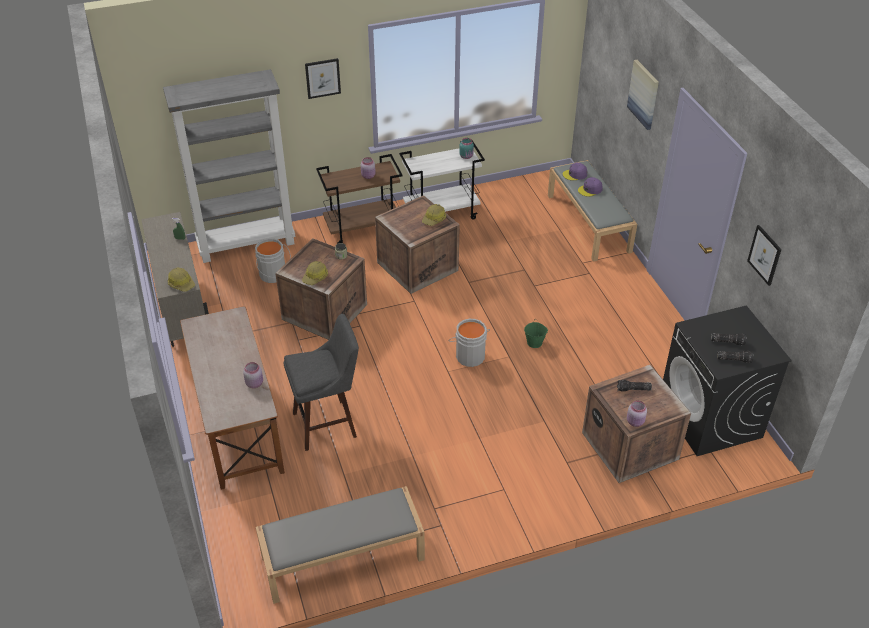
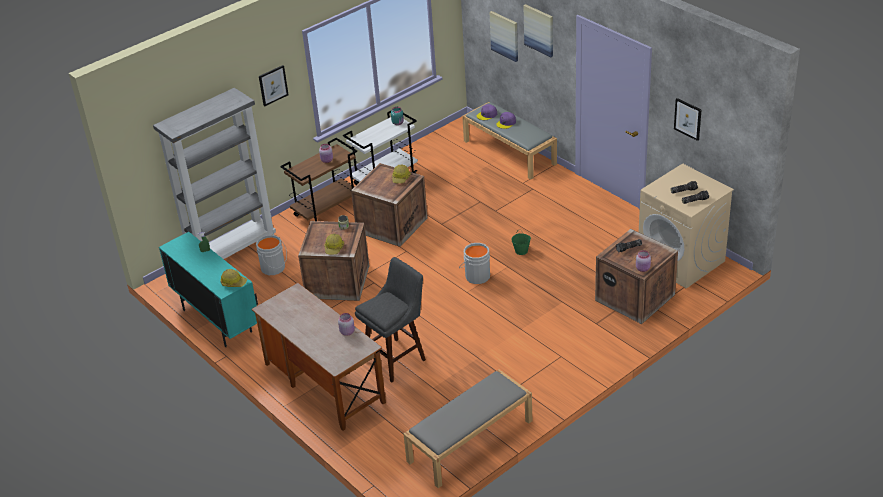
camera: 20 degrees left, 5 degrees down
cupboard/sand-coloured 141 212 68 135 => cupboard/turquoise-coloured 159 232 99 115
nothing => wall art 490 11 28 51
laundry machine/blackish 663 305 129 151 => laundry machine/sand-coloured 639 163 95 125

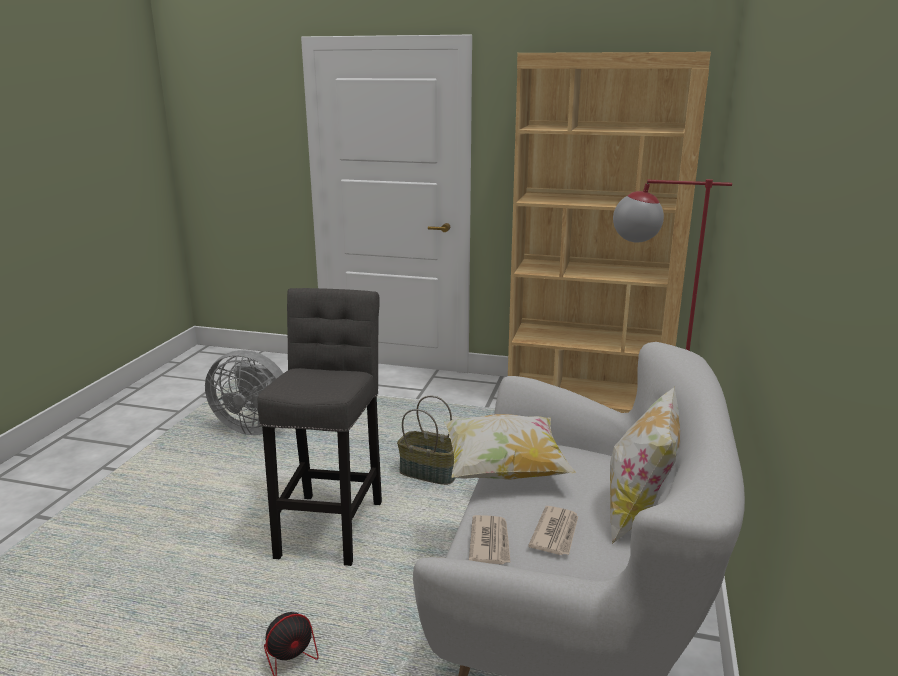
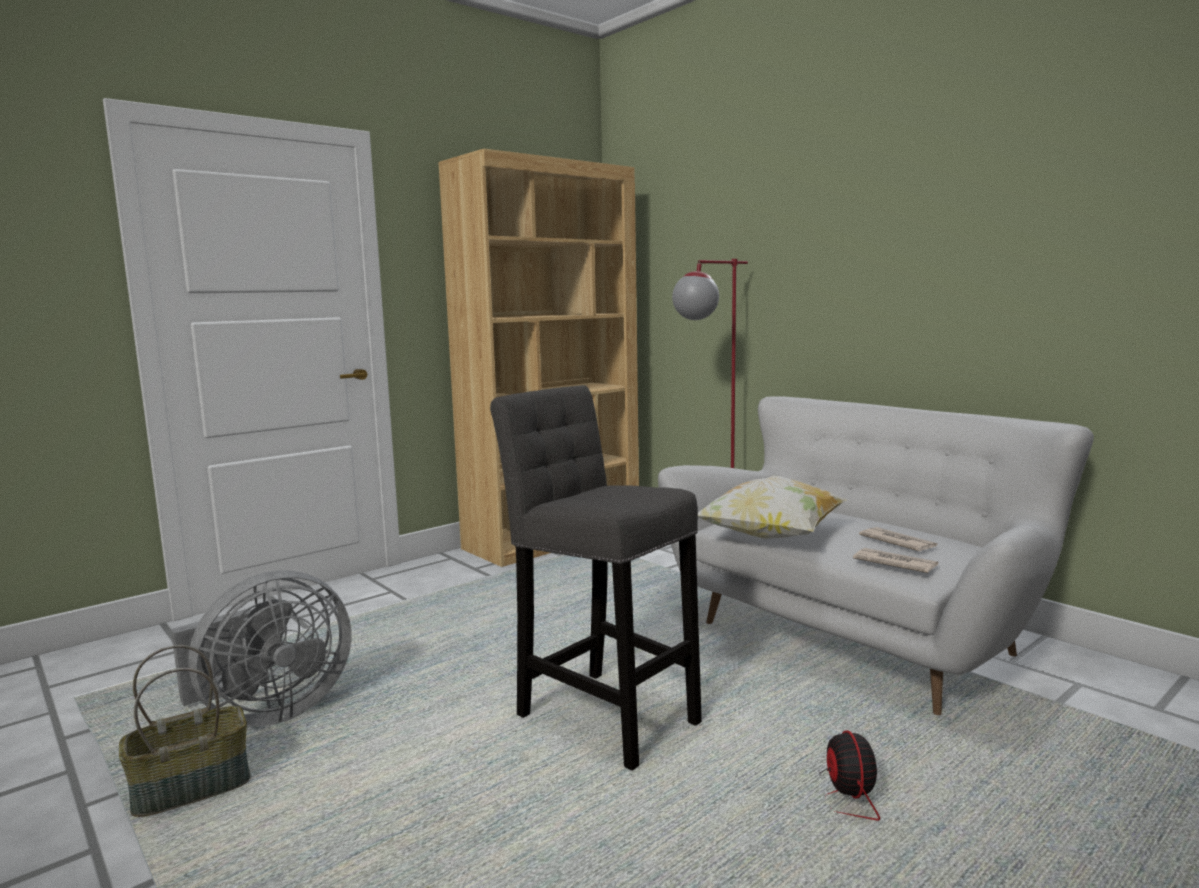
camera: 55 degrees left, 10 degrees down
storage basket 397 395 59 90 => storage basket 119 645 132 172, shifted
throw pillow 610 387 70 157 => nothing

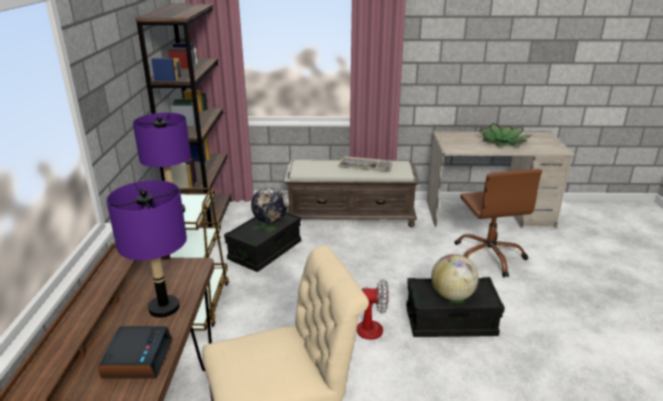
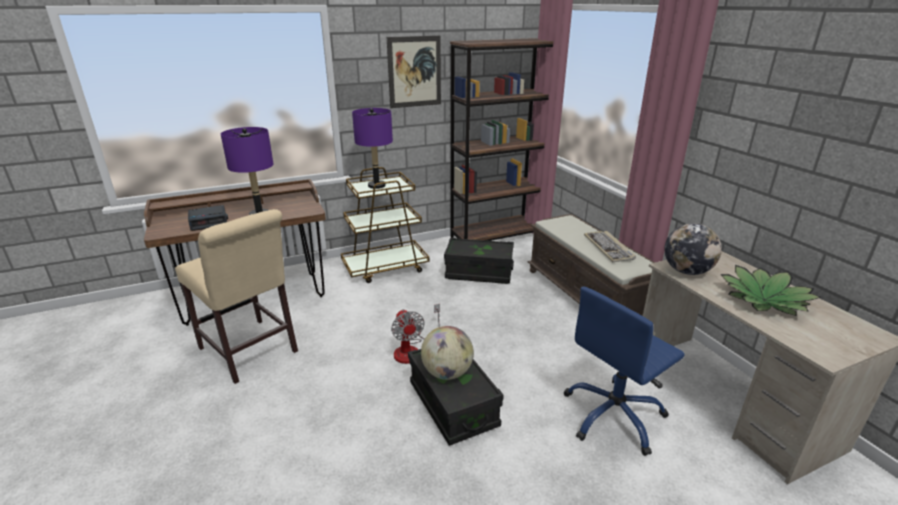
camera: 65 degrees right, 0 degrees up
nothing => wall art 387 36 54 72
office chair/brownish 454 169 88 108 => office chair/bluish 563 286 122 170
globe 251 187 37 36 => globe 665 223 57 52, shifted

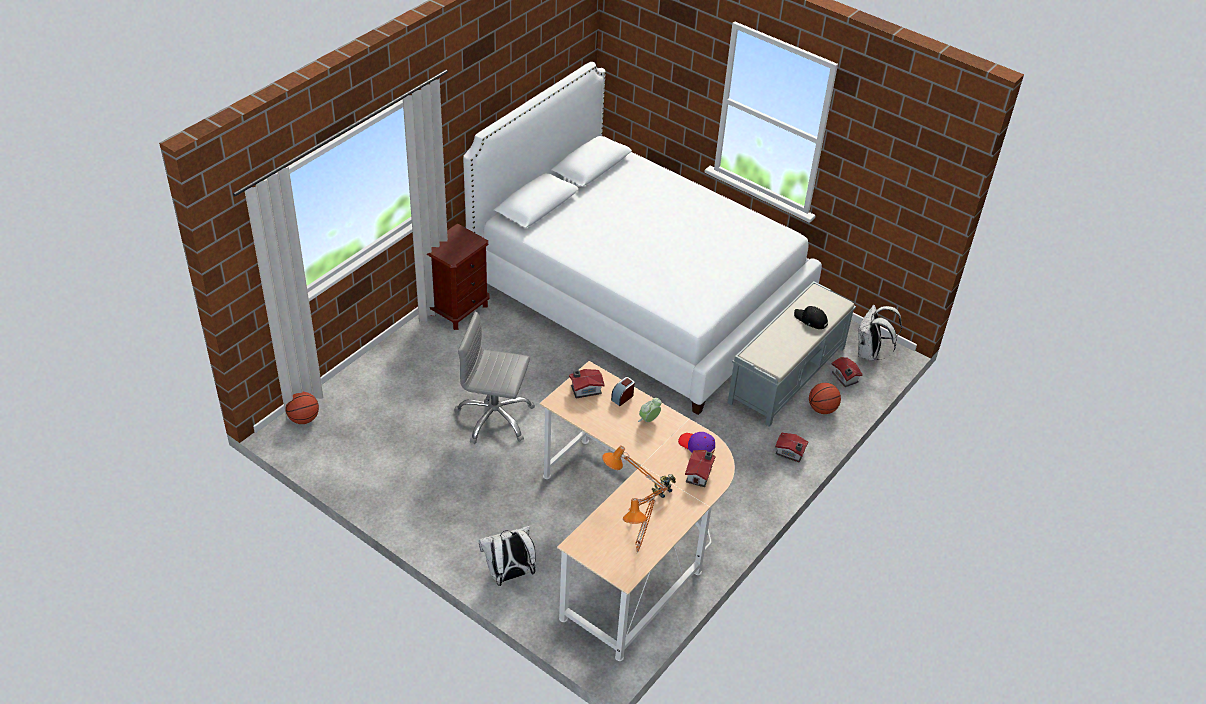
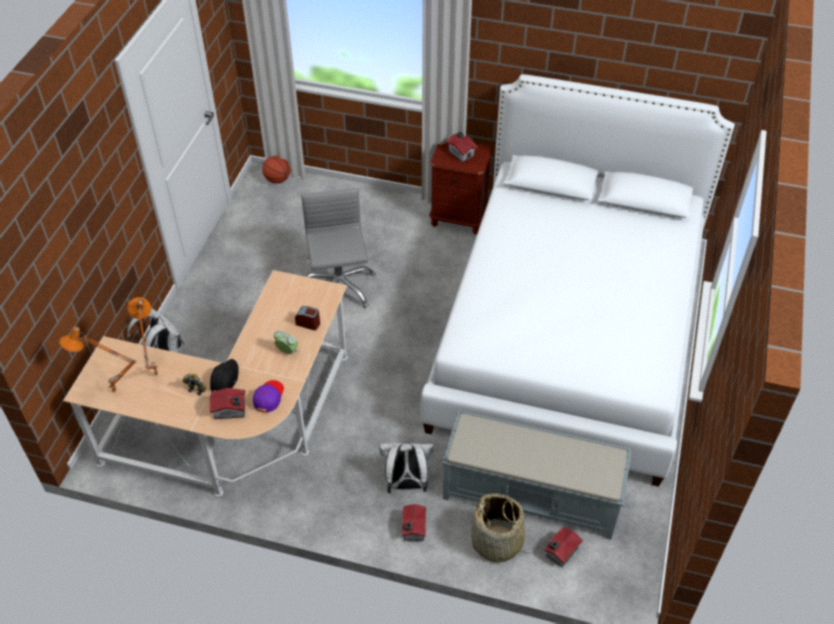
camera: 70 degrees right, 5 degrees up
baseball cap/blackish 794 306 34 23 => baseball cap/blackish 210 359 29 33, shifted
knapsack/whitish 857 305 45 56 => knapsack/whitish 379 442 54 52, shifted
toy house 569 369 35 29 => toy house 446 131 32 32, shifted
basketball 809 383 32 31 => storage basket 470 493 59 69

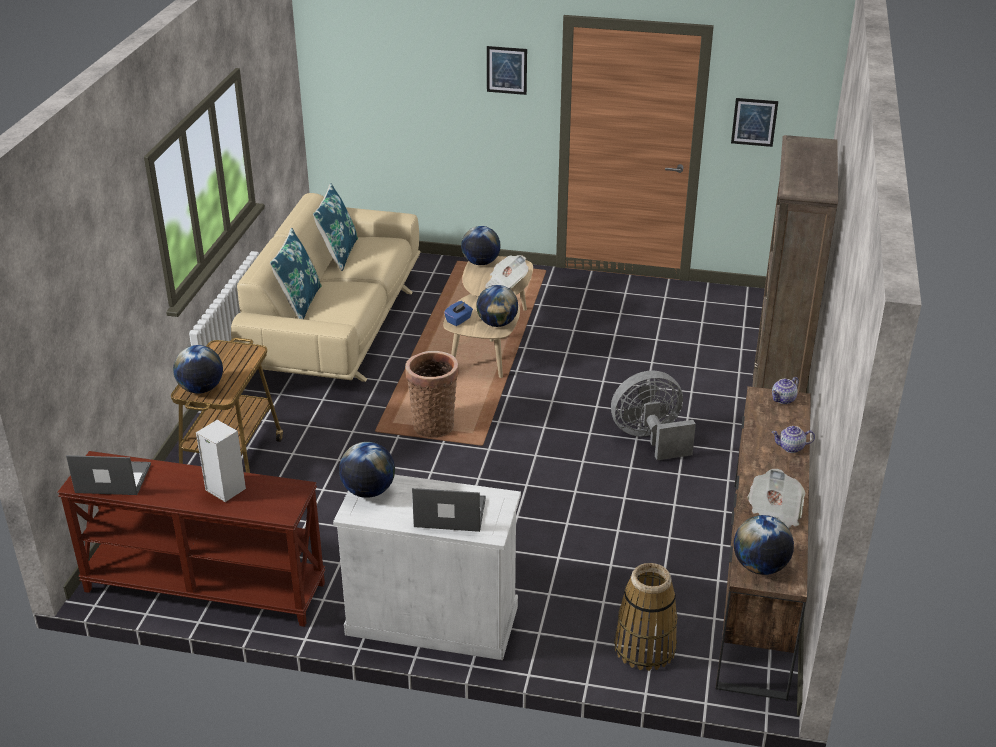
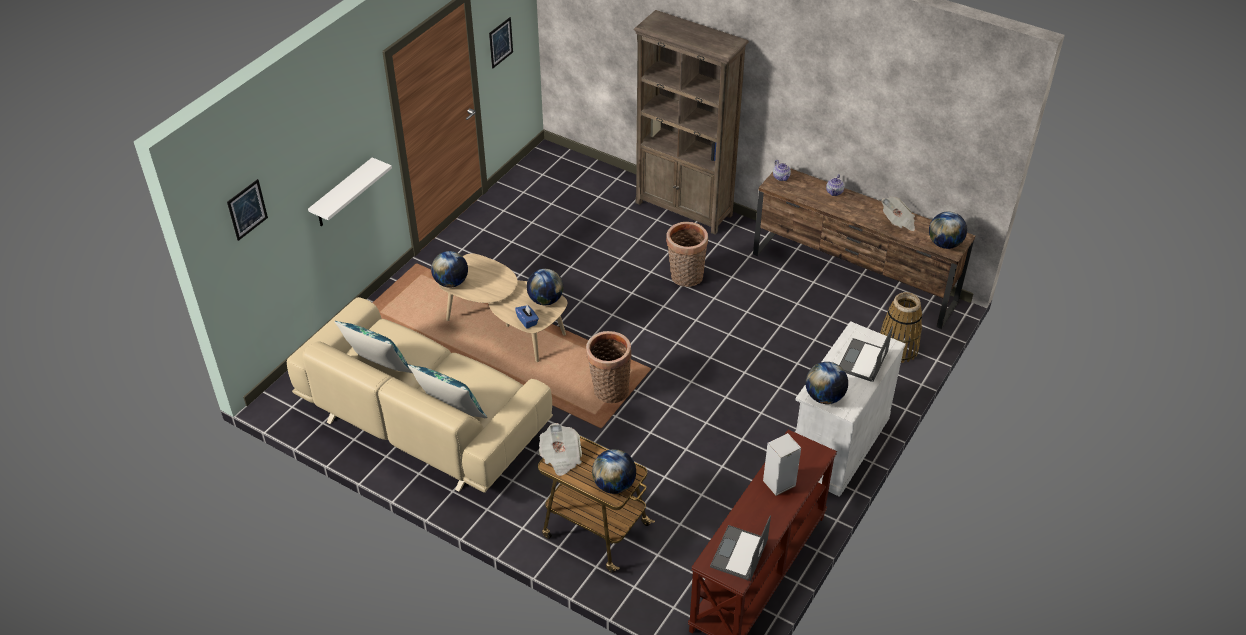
camera: 70 degrees left, 10 degrees up
wall art 487 46 40 49 => wall art 227 179 41 62, shifted
nothing => wall shelf/whitish 308 157 84 69
printed paper 485 255 44 34 => printed paper 539 423 43 53, shifted
fan/greyish 611 370 85 90 => storage basket 666 222 42 65

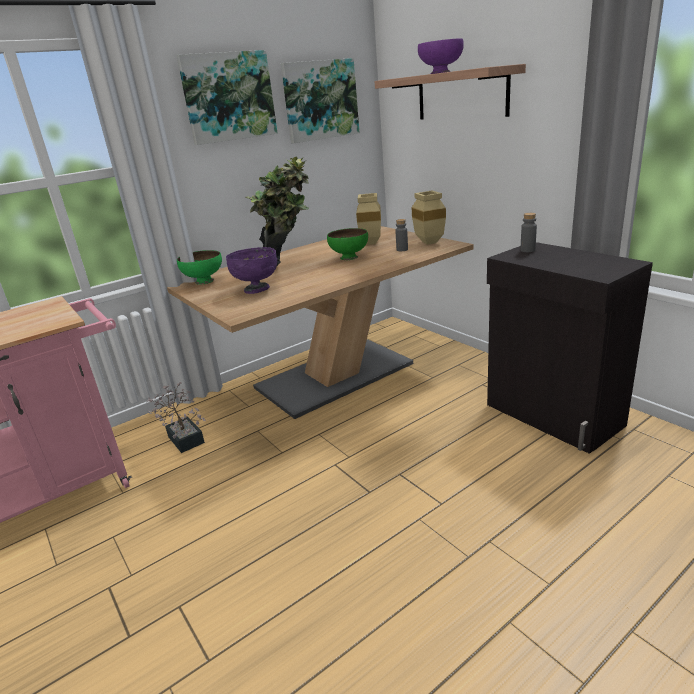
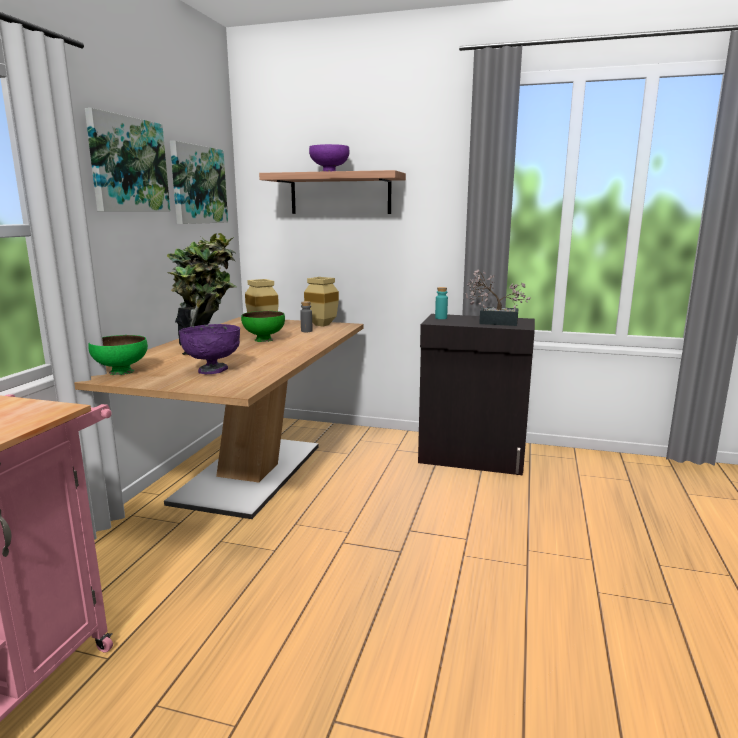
camera: 40 degrees left, 10 degrees down
bottle/greyish 520 213 17 39 => bottle/turquoise-coloured 435 287 13 32
plant in a pot 147 382 59 71 => plant in a pot 466 270 65 56, shifted

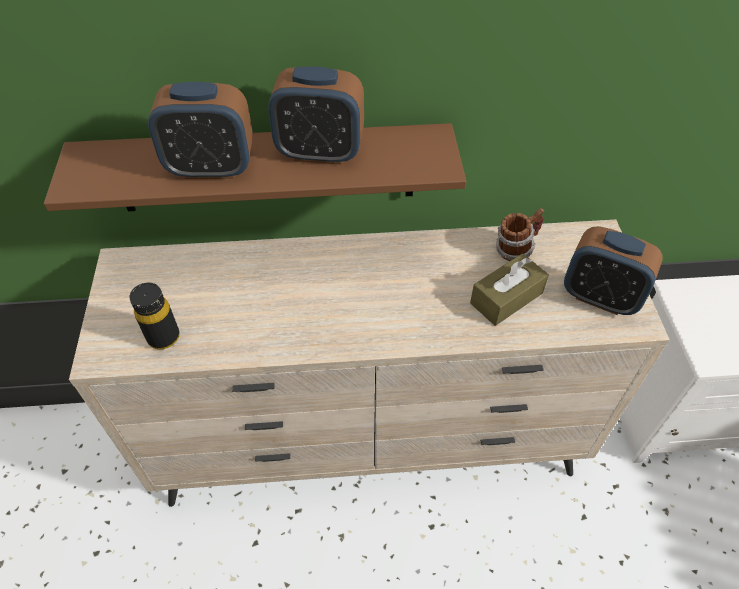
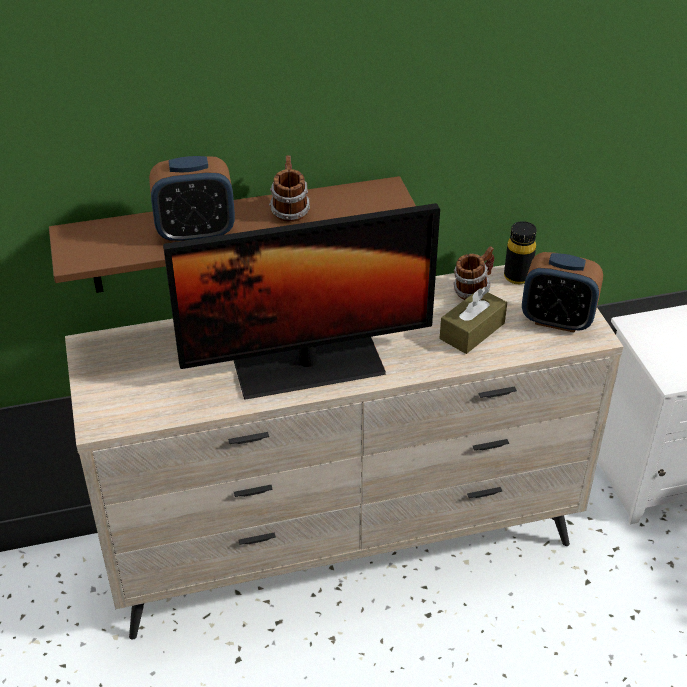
camera: 10 degrees left, 10 degrees down
nothing => monitor 163 203 277 197
alarm clock 268 66 96 99 => tea mug 269 155 41 67
bottle/blackish 130 283 50 66 => bottle/blackish 504 221 33 63, shifted

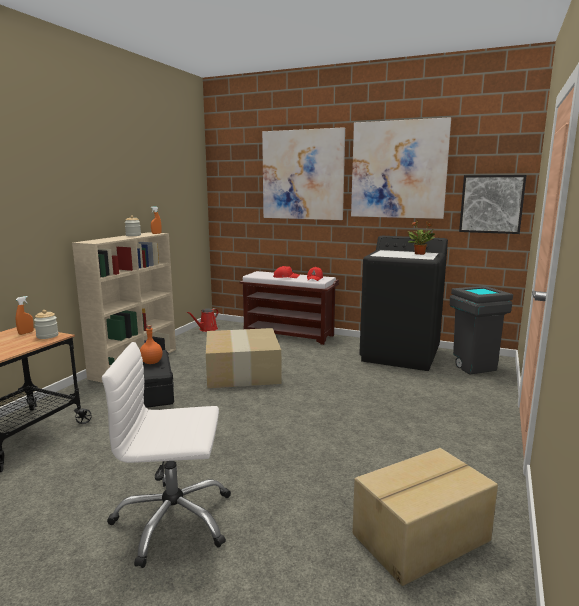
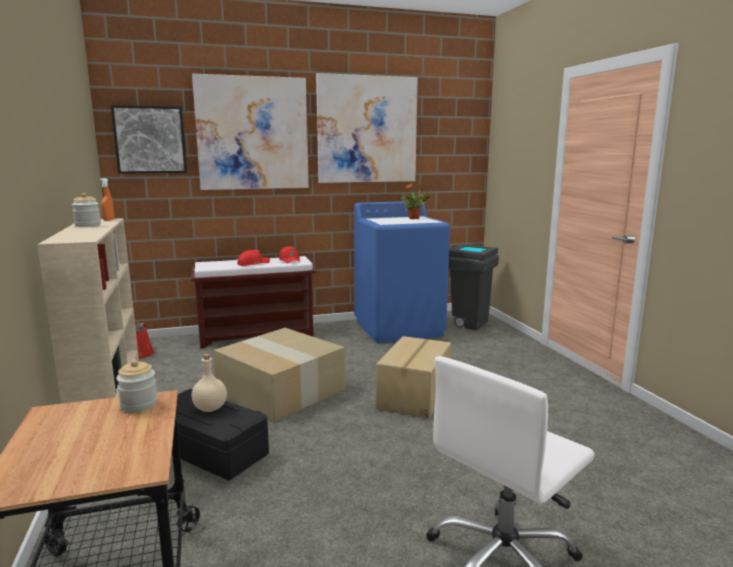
camera: 40 degrees left, 0 degrees up
wall art 459 175 68 59 => wall art 111 105 76 69, shifted
bottle/orange-coloured 140 325 22 39 => bottle/sand-coloured 192 354 35 58
laundry machine/blackish 359 236 89 135 => laundry machine/bluish 354 201 96 142
carton 352 448 146 138 => carton 376 336 75 82, shifted
spray bottle/orange-coloured 16 296 18 39 => nothing

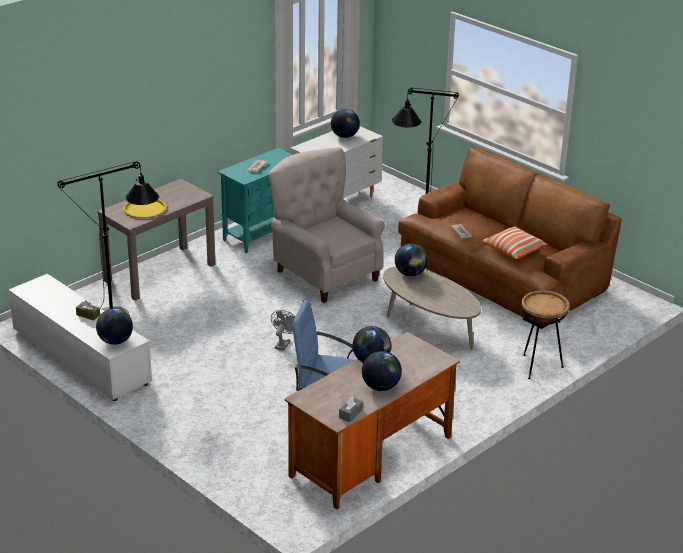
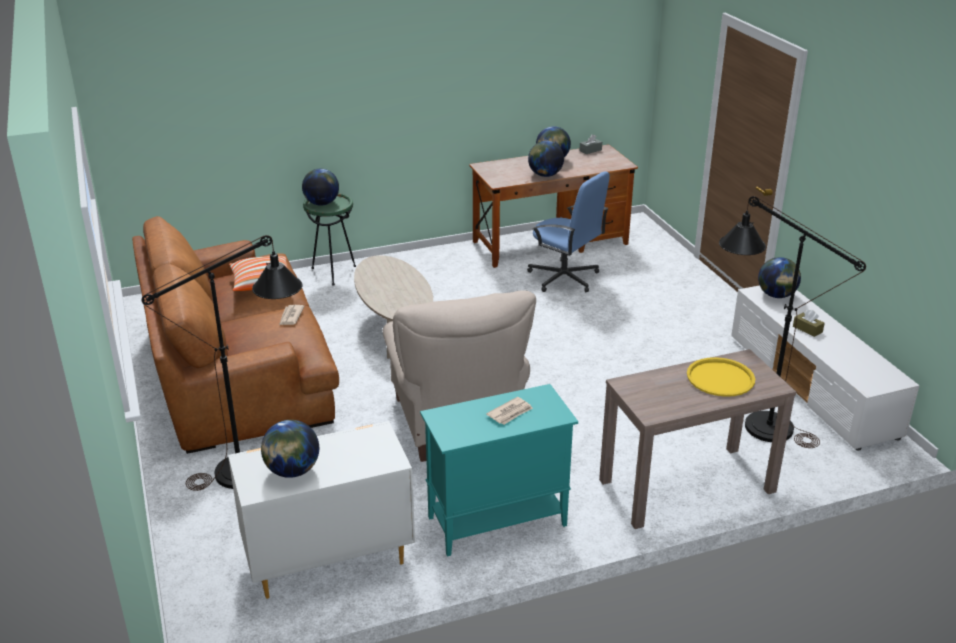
camera: 155 degrees left, 0 degrees up
globe 395 243 33 33 => globe 302 169 37 37, shifted
side table/brownish 521 290 49 89 => side table/green-coloured 303 193 53 92
fan/greyish 271 310 24 41 => nothing

